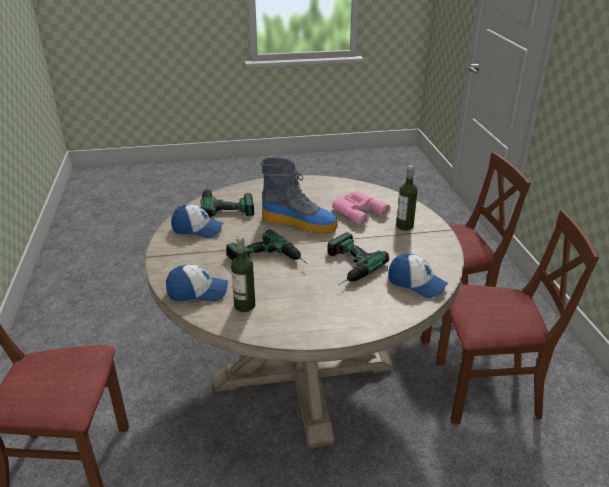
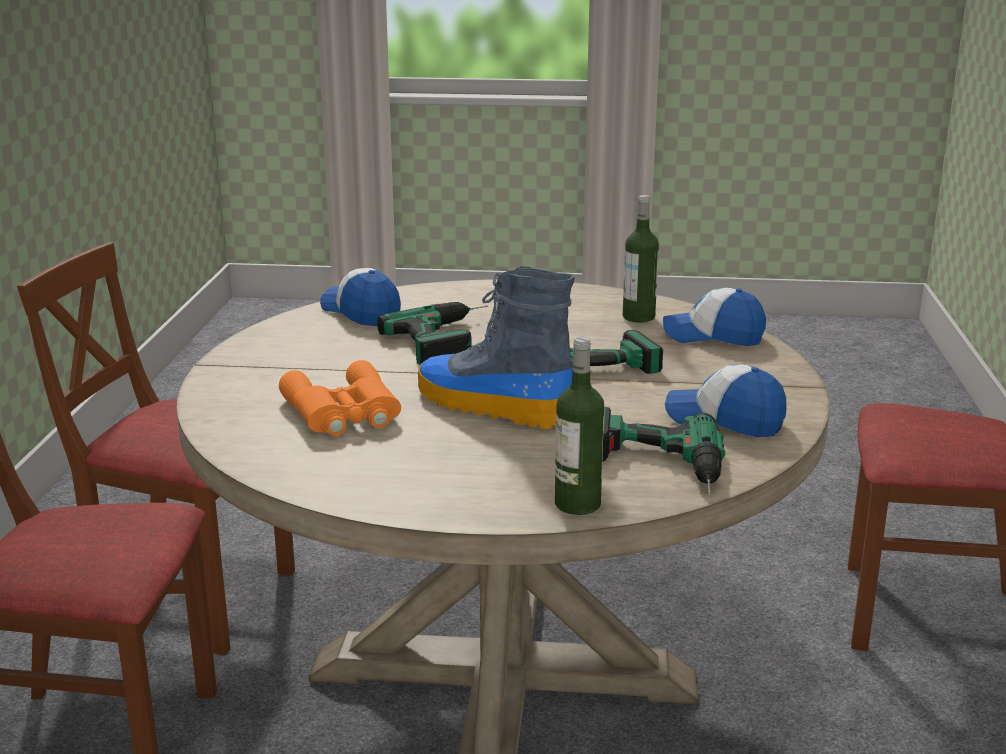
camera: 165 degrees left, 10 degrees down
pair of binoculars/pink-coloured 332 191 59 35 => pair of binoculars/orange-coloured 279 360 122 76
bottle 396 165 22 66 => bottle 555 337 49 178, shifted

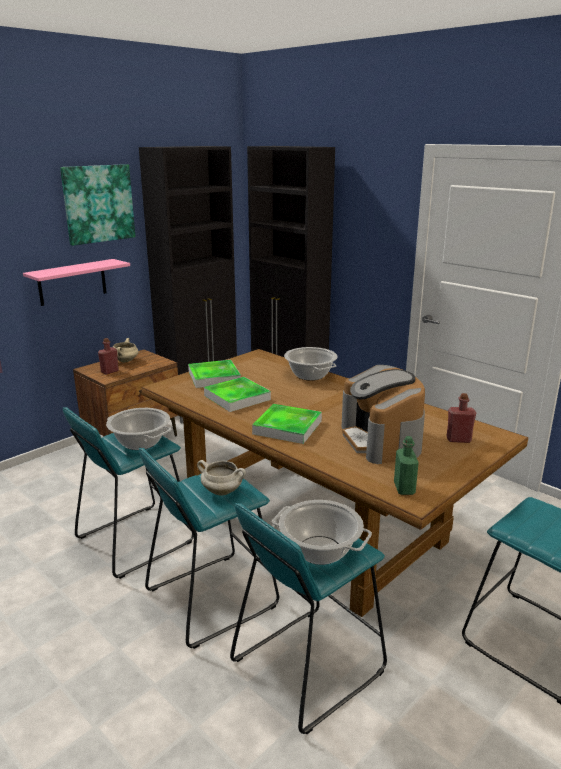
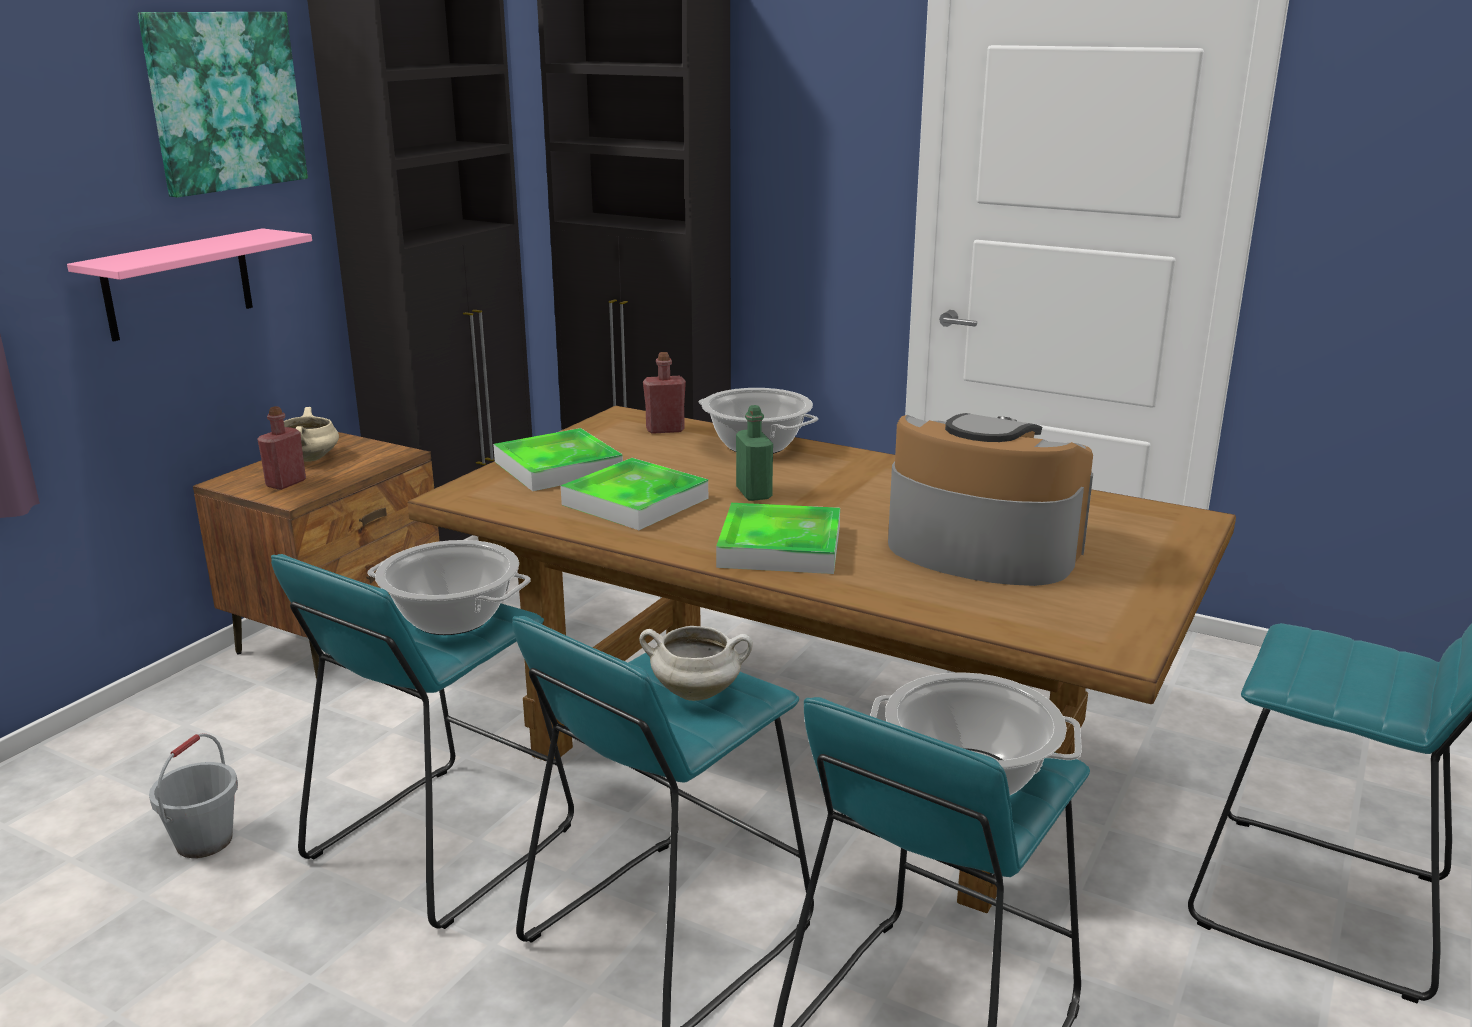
camera: 15 degrees left, 0 degrees up
nothing => pail/greyish 149 733 89 125
bottle/reddish 446 393 30 50 => bottle/reddish 643 352 43 82, shifted
bottle/green-coloured 394 436 25 59 => bottle/green-coloured 736 405 37 96, shifted
coffee machine 342 365 83 99 => coffee machine 888 413 205 173, 150 degrees clockwise

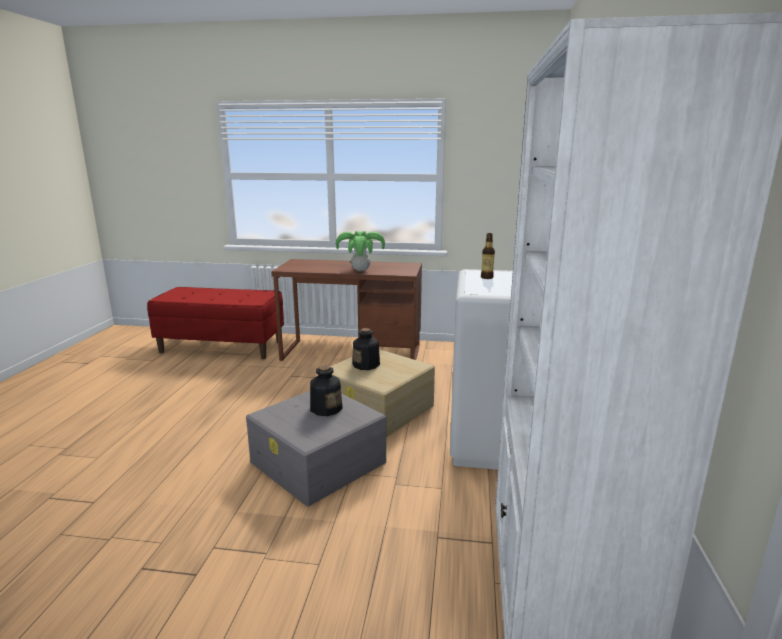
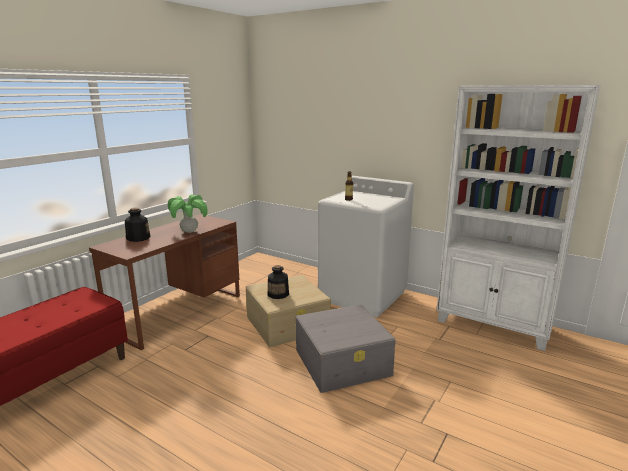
camera: 65 degrees left, 0 degrees up
bottle 310 365 33 51 => bottle 125 208 25 34, shifted

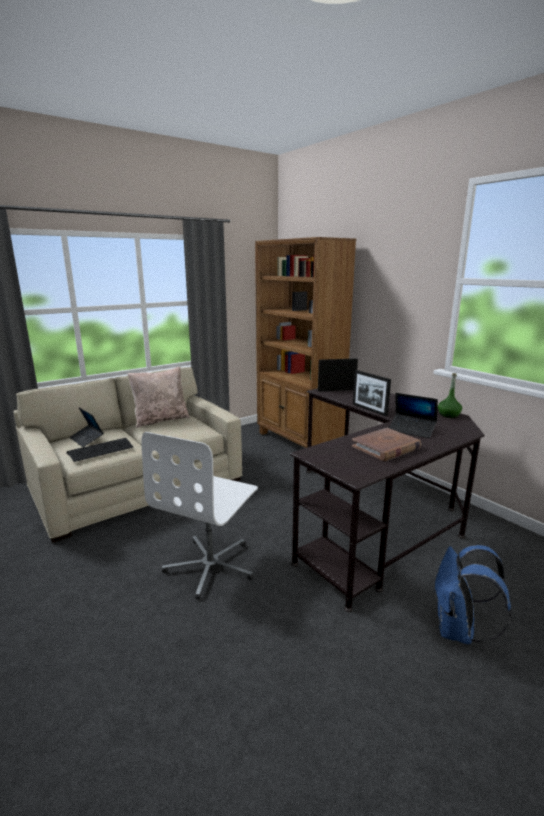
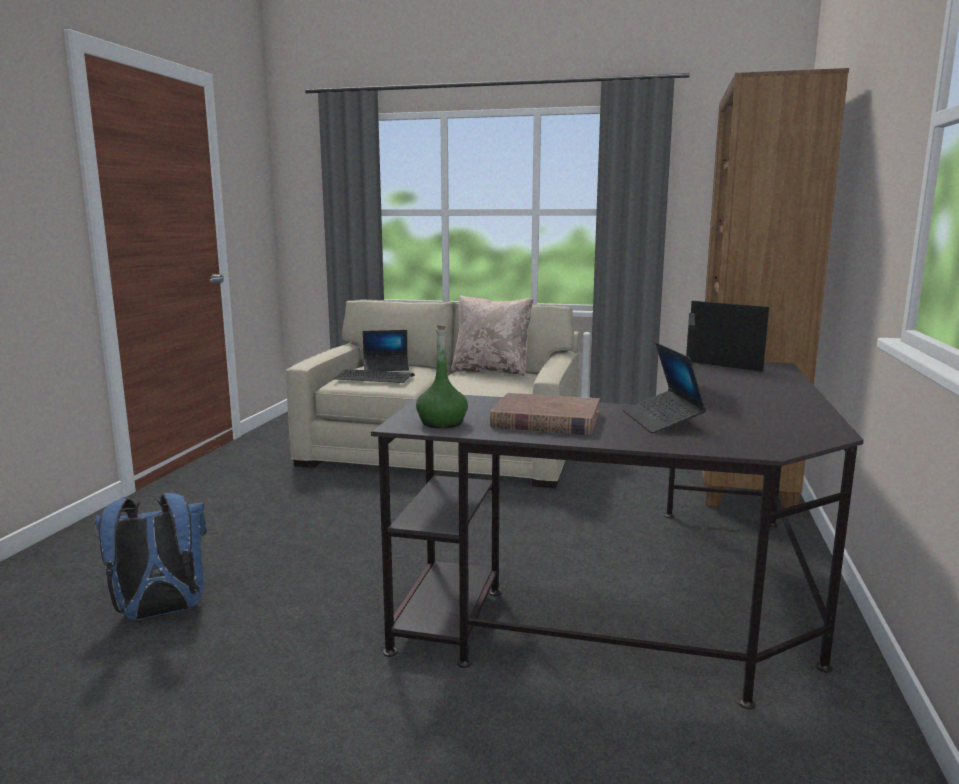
camera: 50 degrees right, 5 degrees down
knapsack/bluish 433 545 79 100 => knapsack/bluish 95 493 112 127, shifted
notebook computer 70 407 34 40 => notebook computer 363 330 46 41, 105 degrees counterclockwise
bottle/green-coloured 438 373 24 45 => bottle/green-coloured 416 325 52 103, shifted
office chair/whitish 141 432 117 168 => nothing

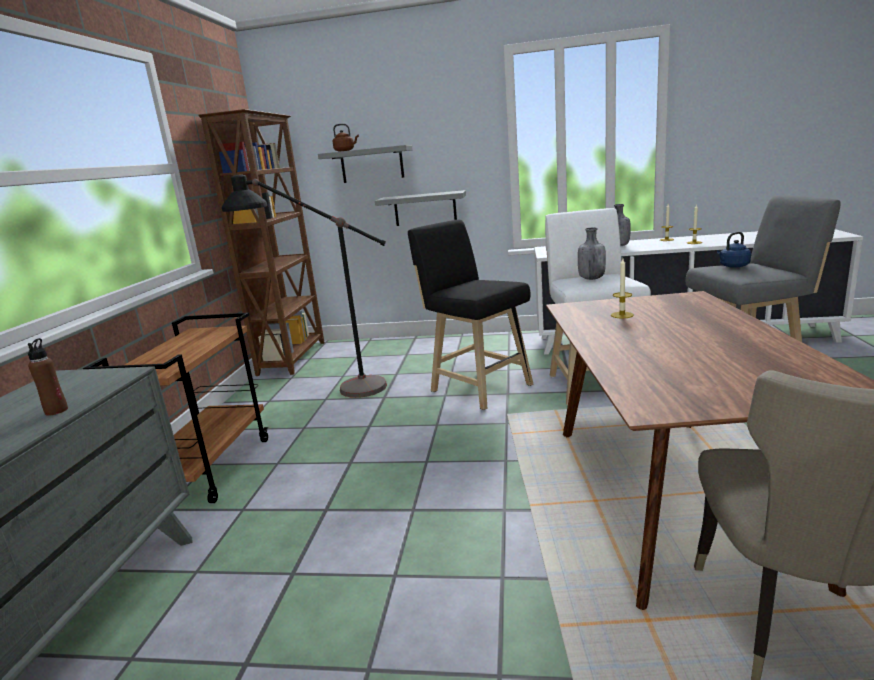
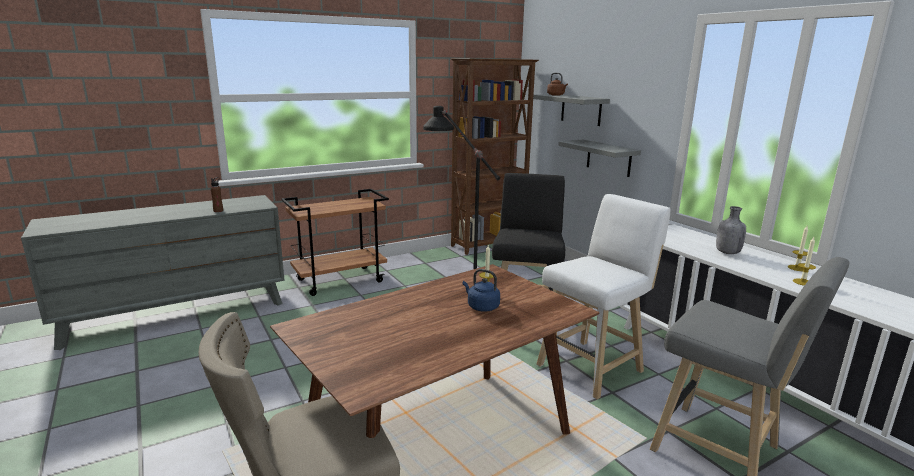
camera: 50 degrees right, 0 degrees up
tea kettle/bluish 717 232 34 36 => tea kettle/bluish 463 269 37 43, shifted
bottle/greyish 578 227 28 53 => nothing

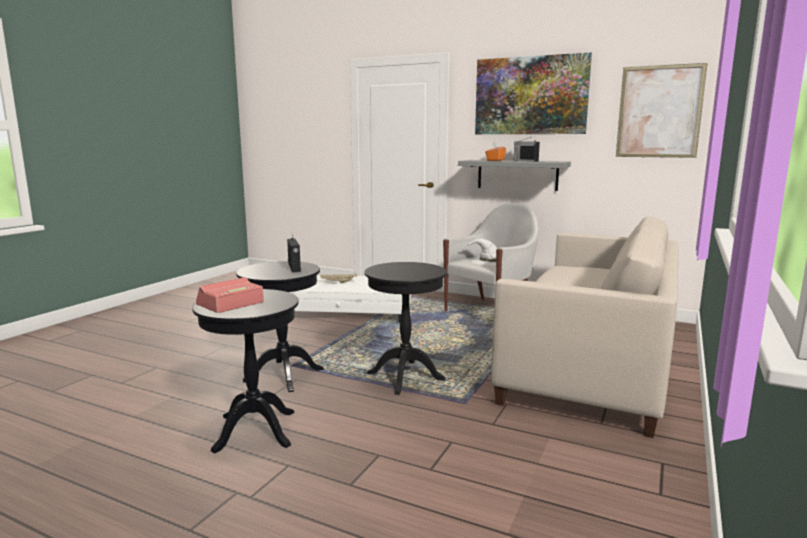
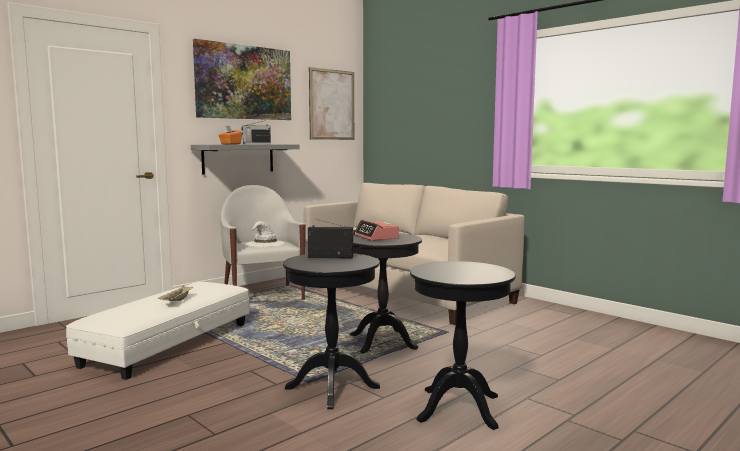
camera: 70 degrees left, 5 degrees down
alarm clock 196 277 68 36 => alarm clock 355 220 44 21, shifted

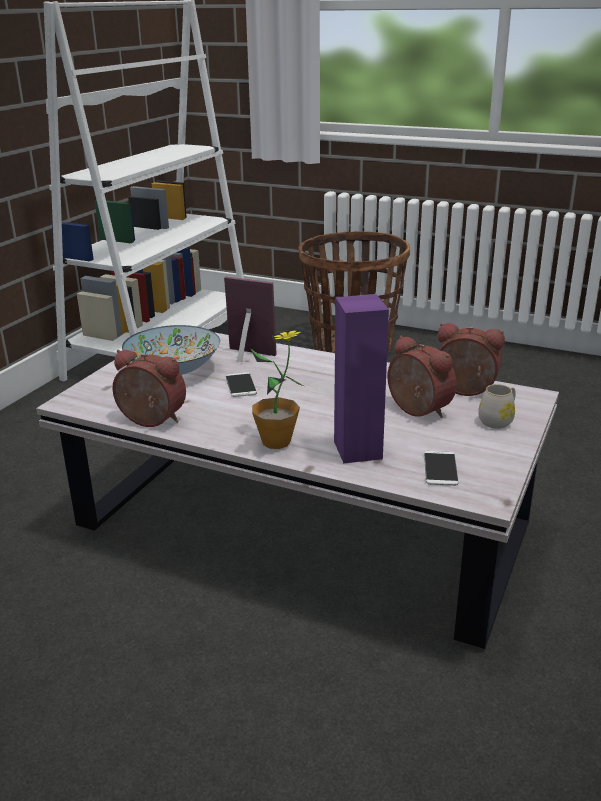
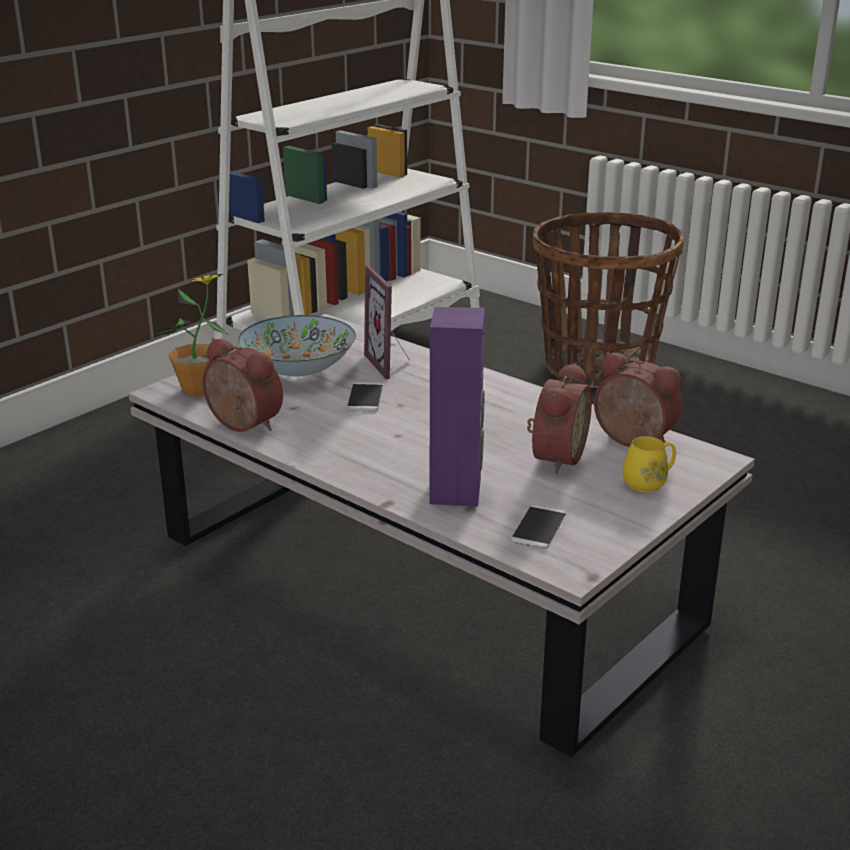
camera: 15 degrees right, 0 degrees up
plant in a pot 250 329 53 120 => plant in a pot 154 274 73 123, shifted
standing frame 224 277 53 85 => standing frame 364 266 46 113, 150 degrees counterclockwise
alarm clock 387 336 70 82 => alarm clock 527 362 65 112, 45 degrees clockwise
tea mug/whitish 478 384 38 45 => tea mug/yellow-coloured 623 436 53 56

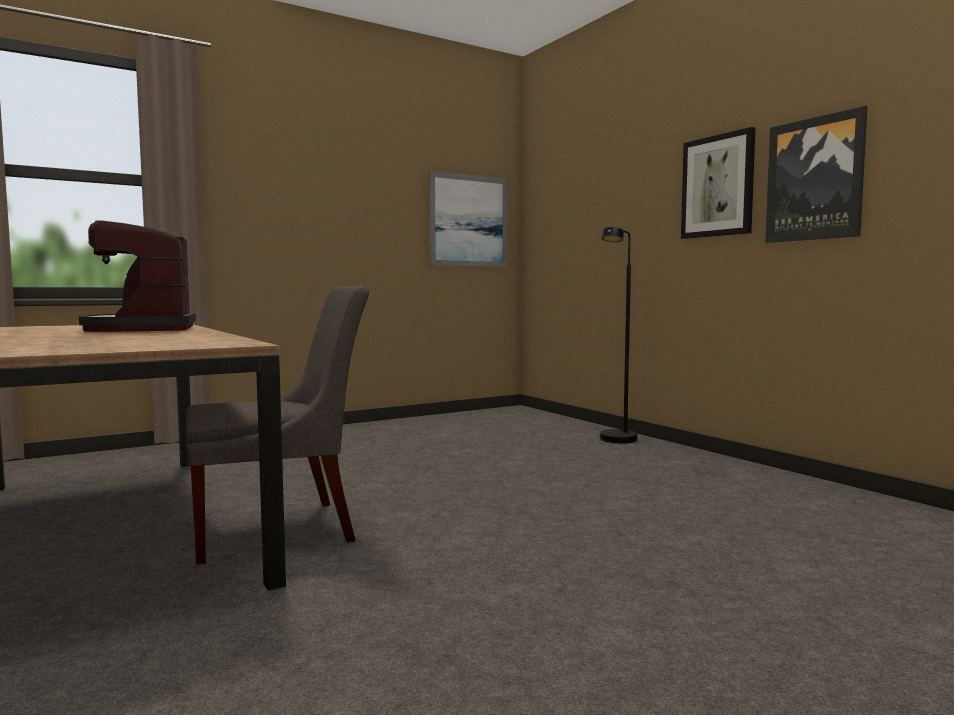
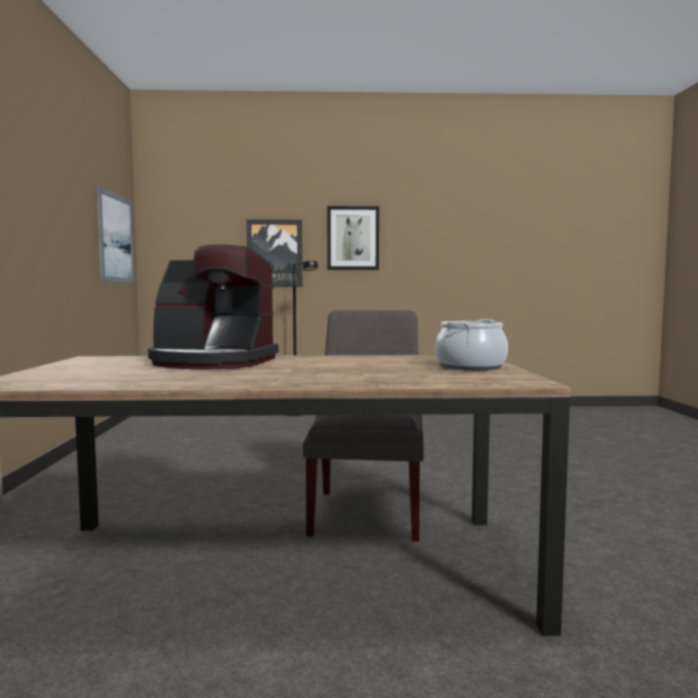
camera: 60 degrees left, 0 degrees up
wall art 765 106 103 137 => wall art 246 219 56 68, shifted
nothing => saucepot 435 319 73 51

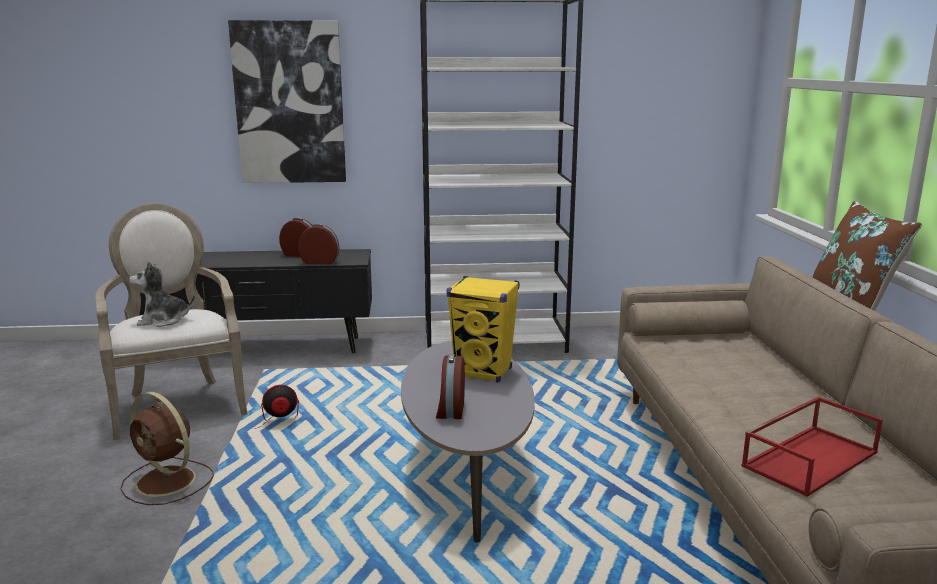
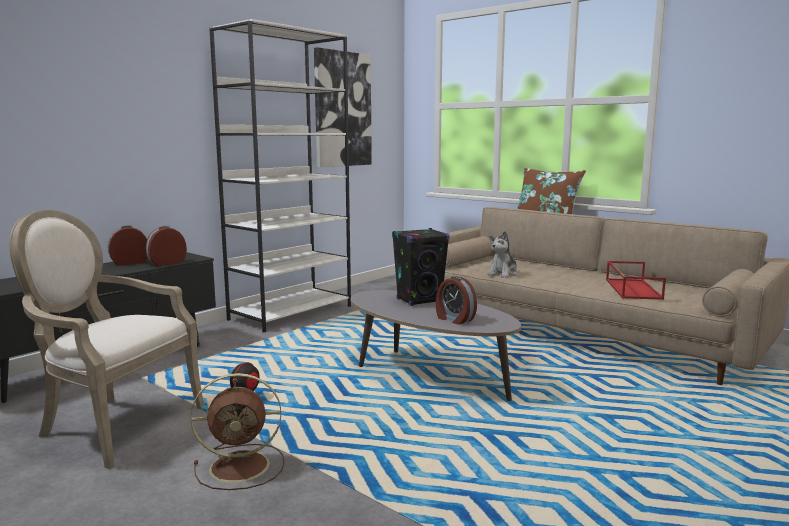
camera: 45 degrees left, 5 degrees down
wall art 228 20 118 163 => wall art 314 47 58 120, shifted
speaker/yellow-coloured 447 276 73 107 => speaker/blackish 392 228 58 78
soft toy 129 261 66 66 => soft toy 488 231 30 47, shifted

